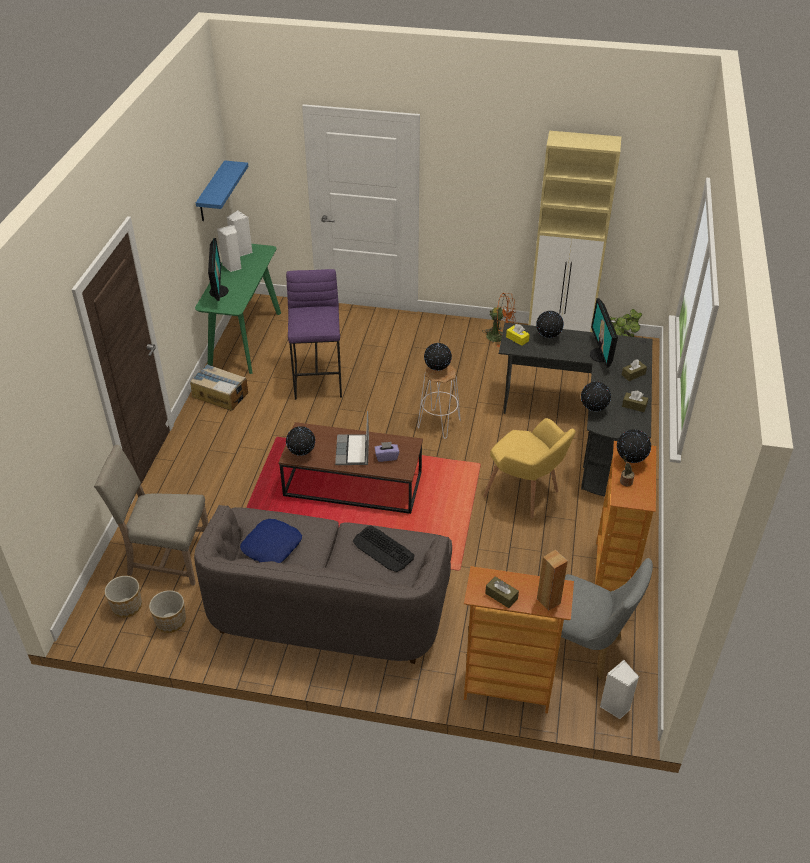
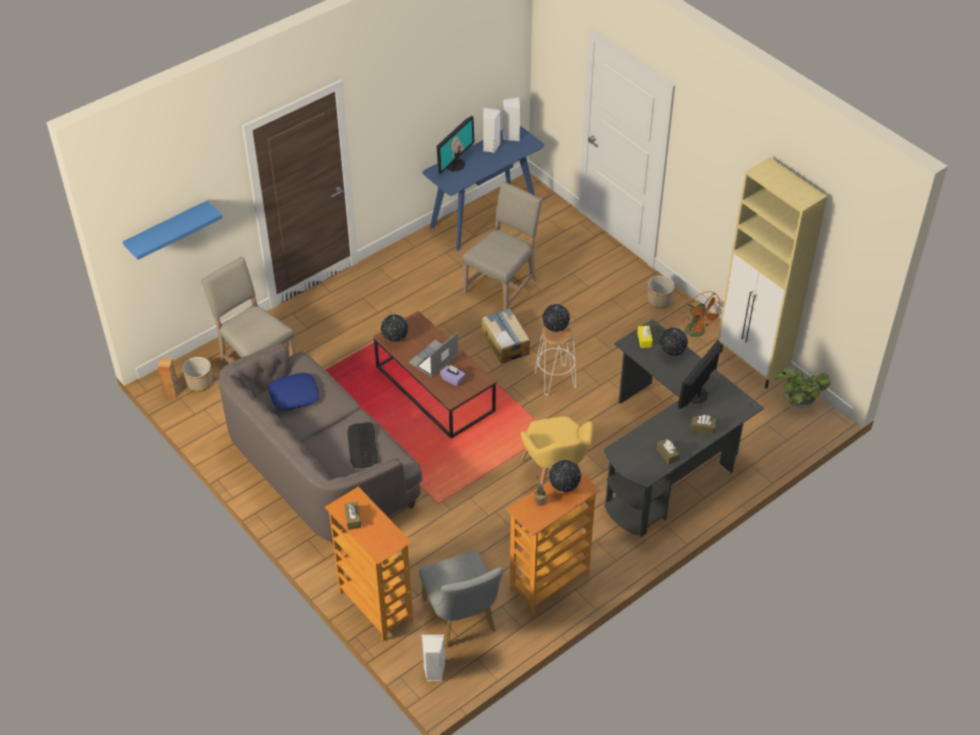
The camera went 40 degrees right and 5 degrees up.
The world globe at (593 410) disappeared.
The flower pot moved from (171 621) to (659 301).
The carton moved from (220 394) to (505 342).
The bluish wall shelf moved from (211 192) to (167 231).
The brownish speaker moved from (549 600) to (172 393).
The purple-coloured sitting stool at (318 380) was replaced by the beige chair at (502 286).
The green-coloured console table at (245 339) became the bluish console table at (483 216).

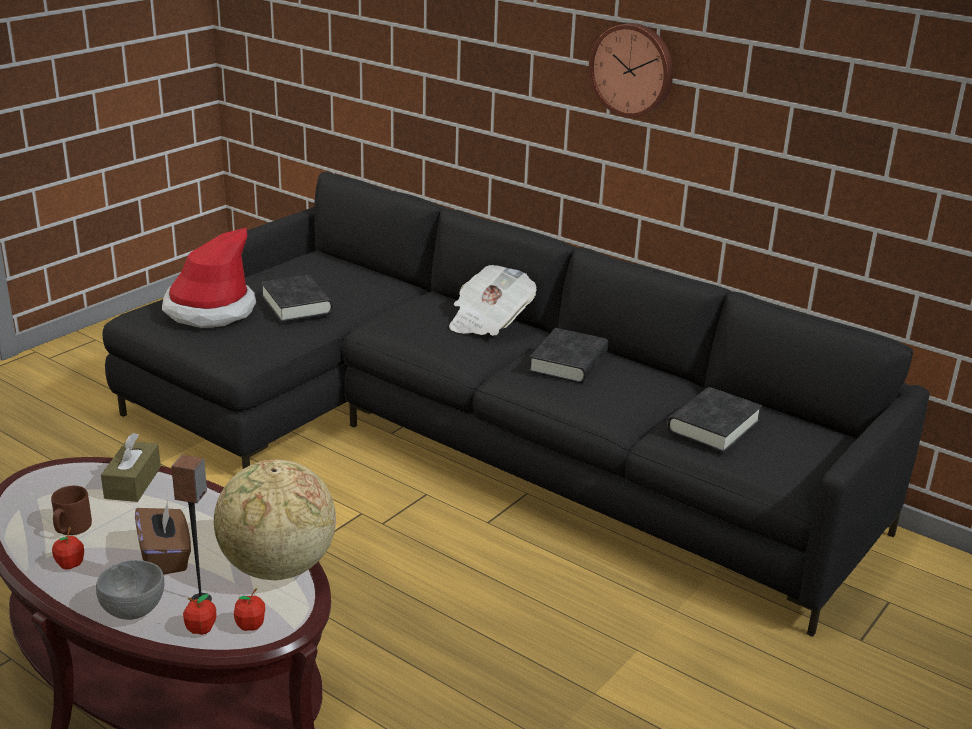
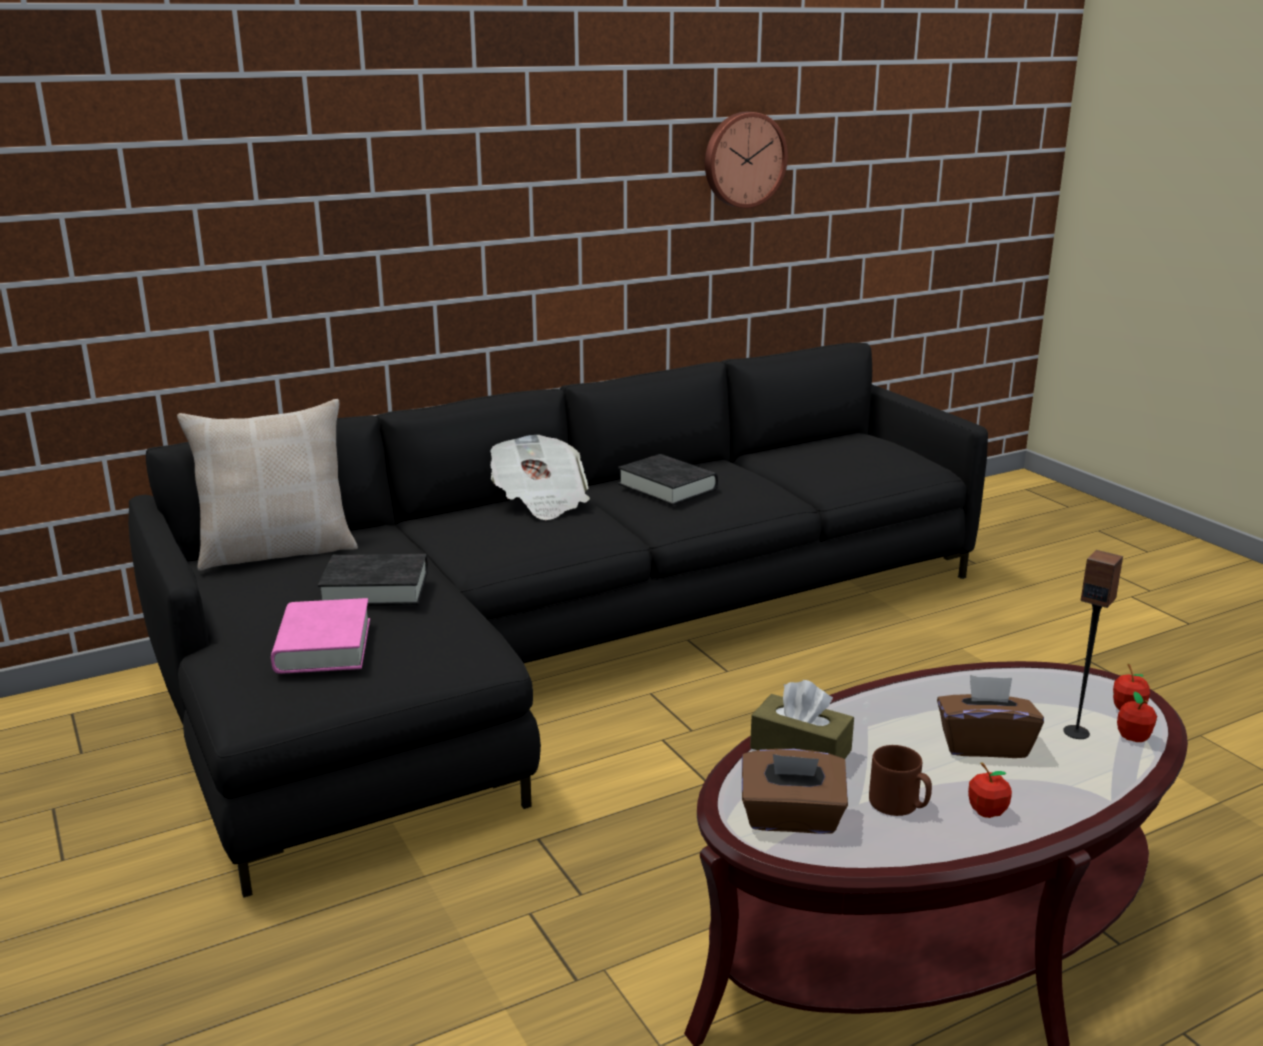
The camera went 65 degrees left and 5 degrees down.
The grey deep dish at (132 611) disappeared.
The world globe at (277 568) disappeared.
The blackish bound book at (713 426) disappeared.
The beige cushion at (277 551) appeared.
The brownish tissue box at (791 819) appeared.
The wall clock moved from (633 69) to (743 159).
The hat at (210 310) was replaced by the pink bound book at (323 646).

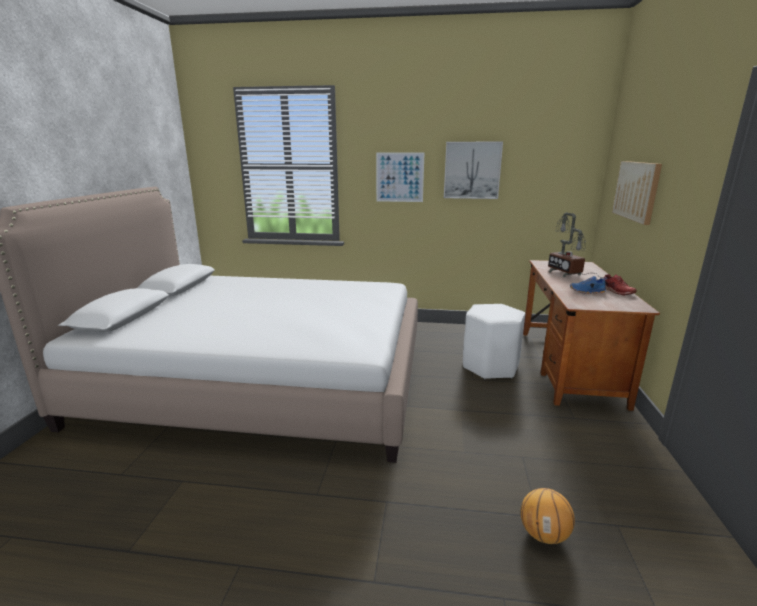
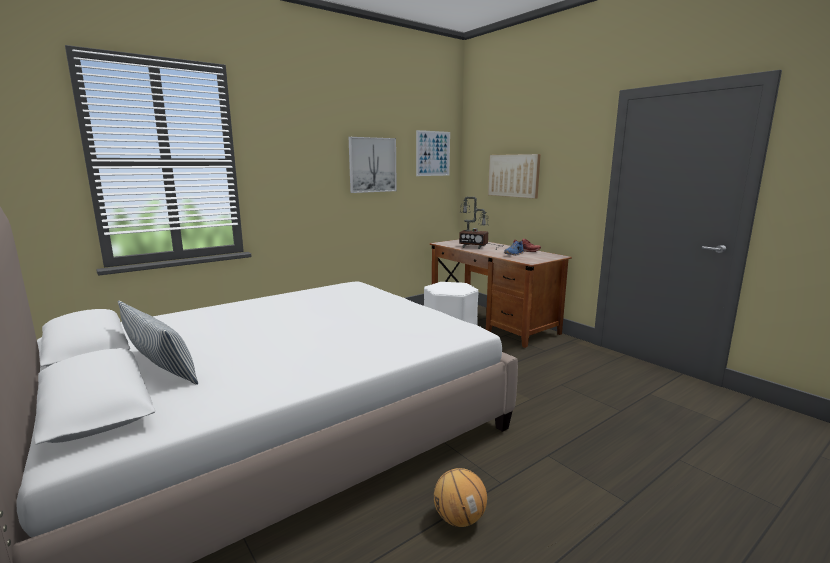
The camera went 45 degrees left and 5 degrees down.
The cushion at (160 367) appeared.
The wall picture moved from (399 177) to (433 153).
The ball for basketball moved from (543 534) to (459 518).

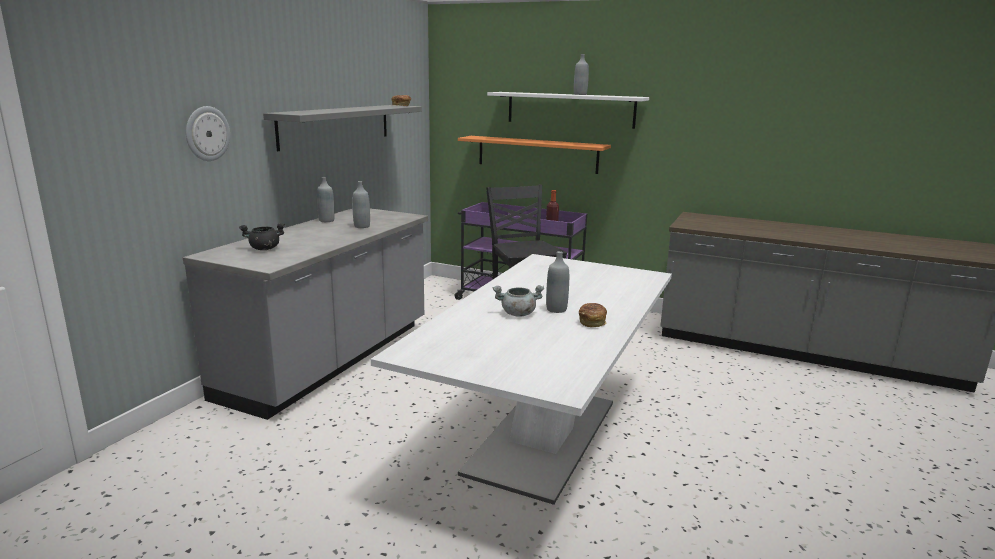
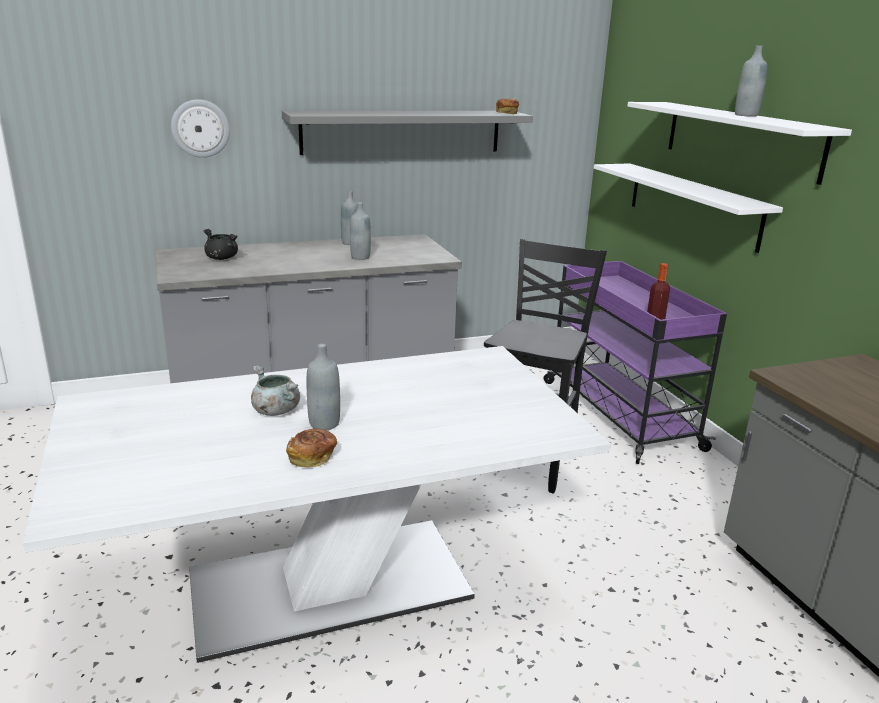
The camera went 45 degrees right and 5 degrees up.
The orangey wall shelf at (537 154) became the white-coloured wall shelf at (692 204).

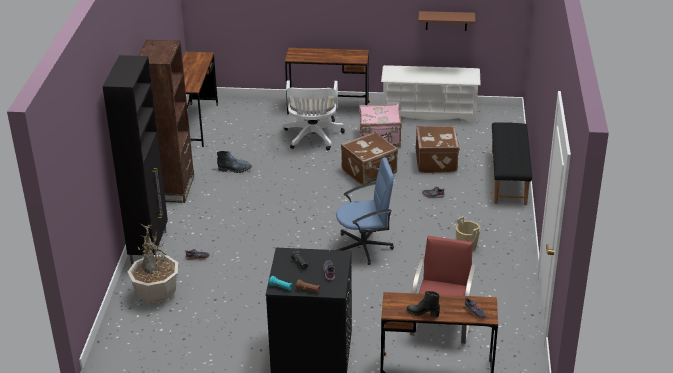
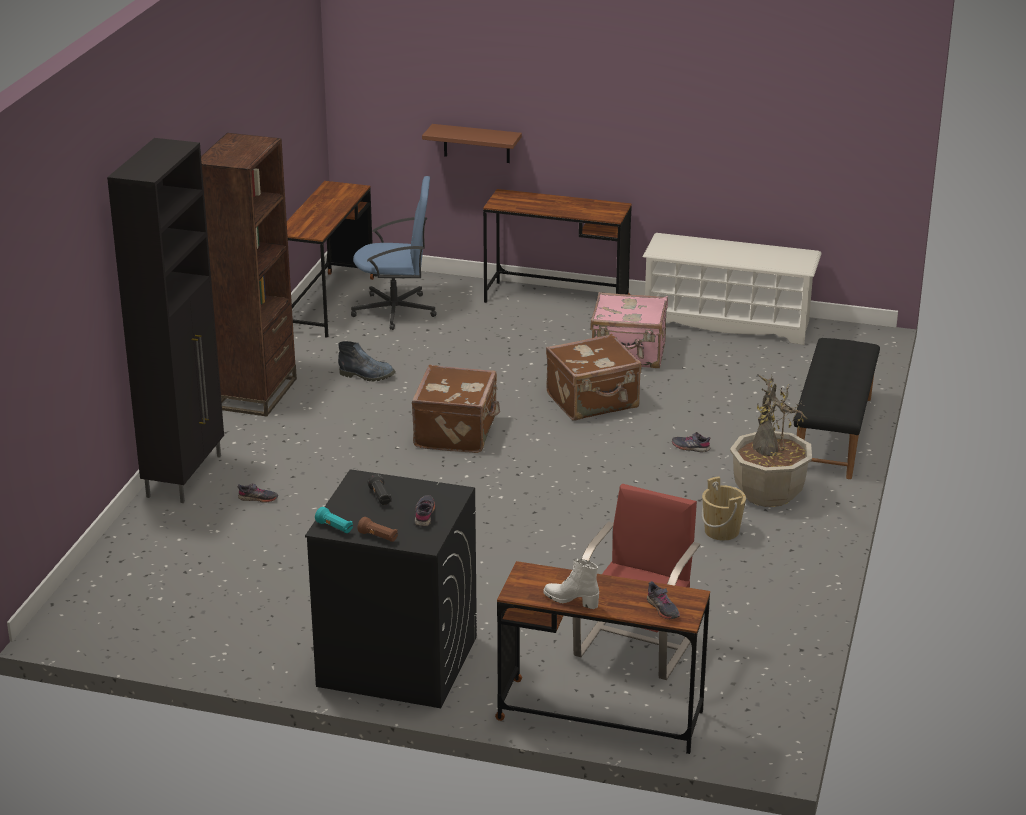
The camera went 10 degrees right and 5 degrees down.
The white-coloured desk chair at (313 138) disappeared.
The potted plant moved from (157 294) to (769 494).
The bluish desk chair moved from (364 247) to (396 311).
The brownish suitcase moved from (437 161) to (457 432).
The brownish wall shelf moved from (446 20) to (476 143).
The blackish high-top boot at (422 313) became the white-coloured high-top boot at (571 600).

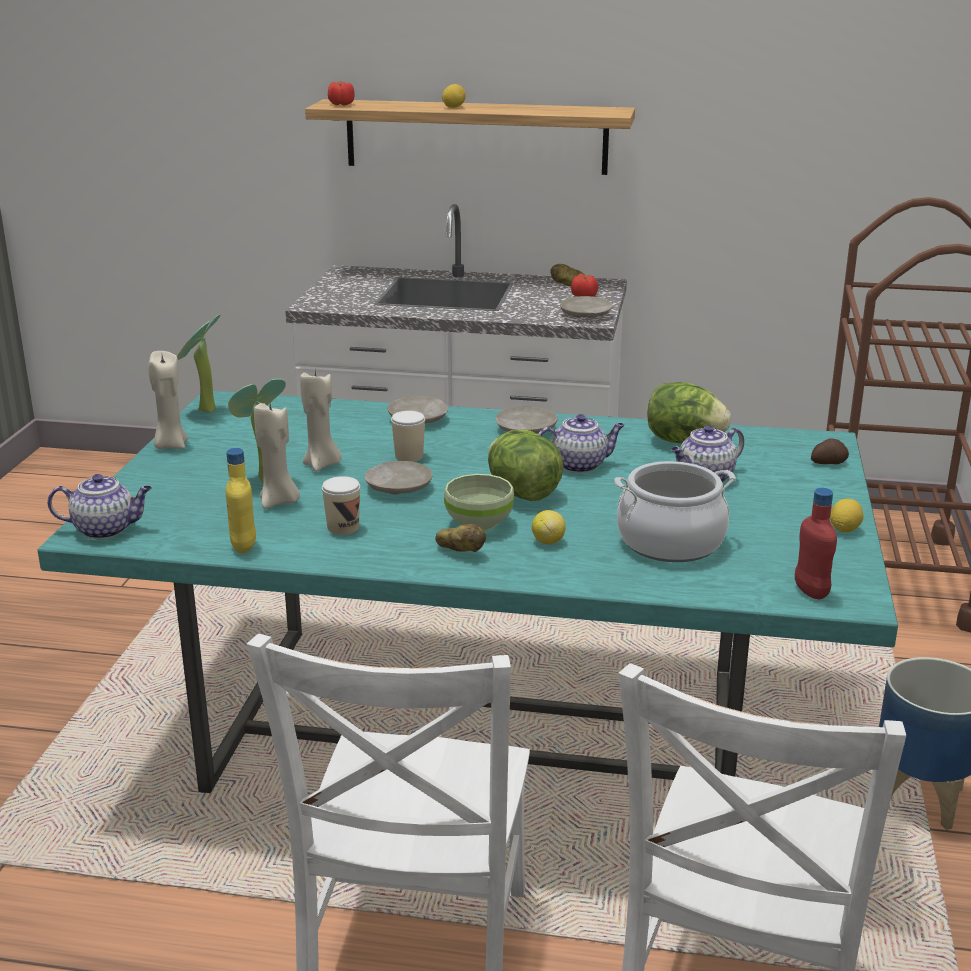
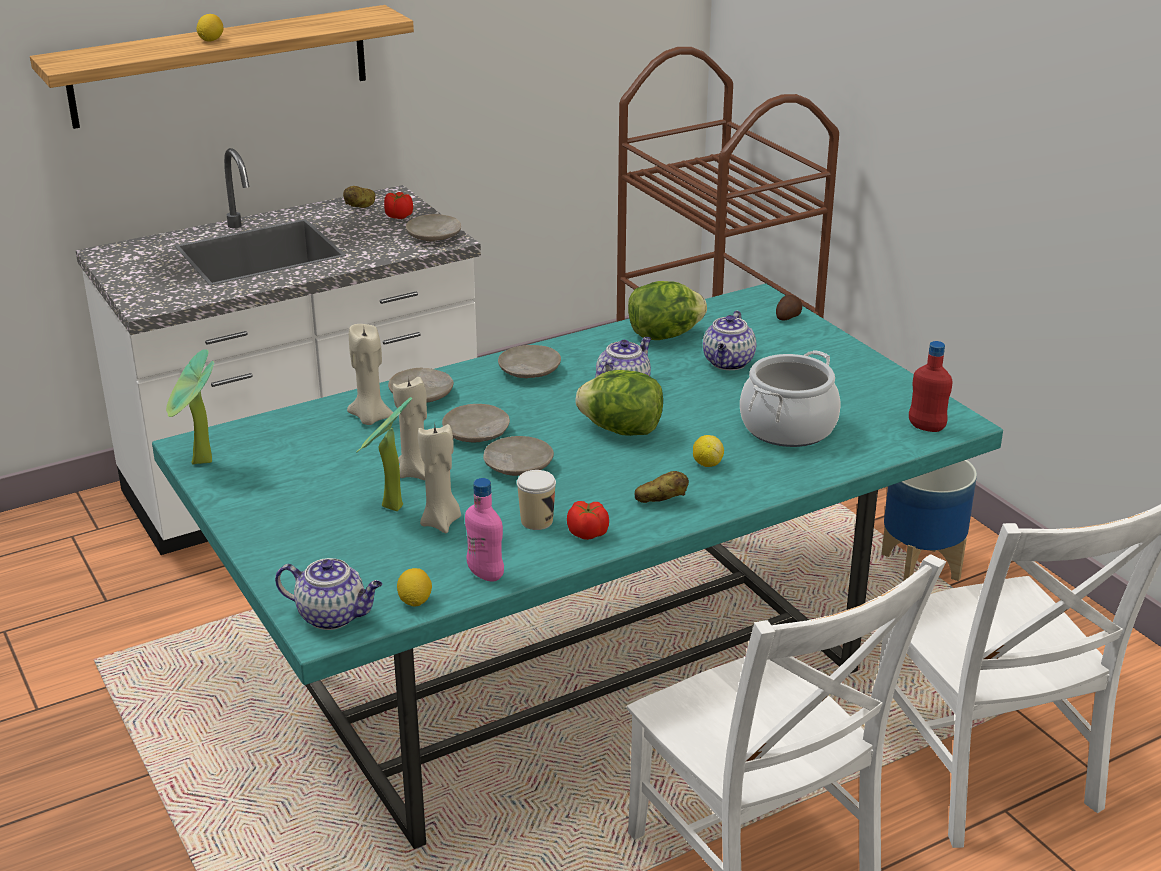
The camera went 40 degrees left and 5 degrees up.
The green-coloured deep dish at (479 523) disappeared.
The beige wax light moved from (171 445) to (370 418).
The whole tomato moved from (341 104) to (588 533).
The whole lemon moved from (844 530) to (415 601).
The cup at (409 456) was replaced by the beige flat dish at (476 434).
The yellow drink bottle at (243 546) became the pink drink bottle at (485 574).
The pot for tea at (106 529) turned 60 degrees clockwise.

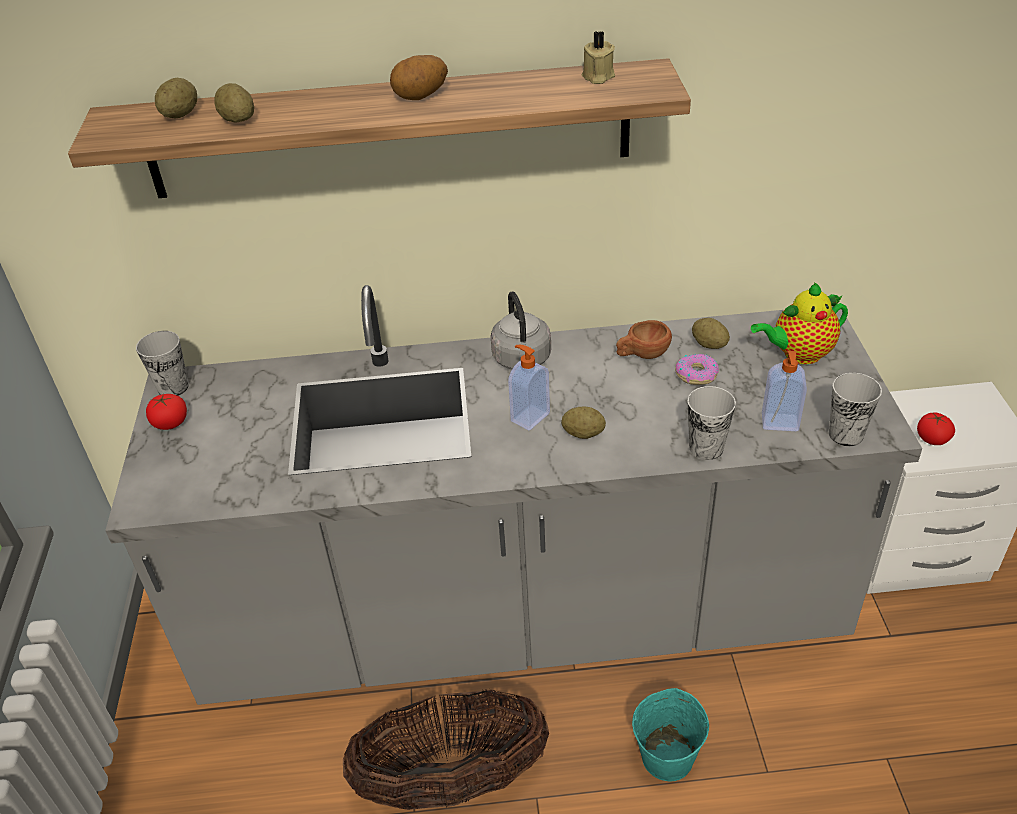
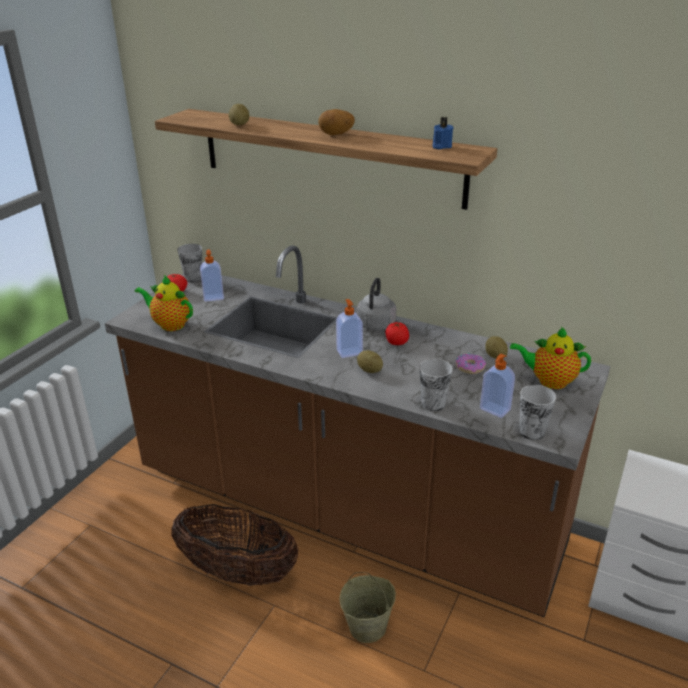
The camera went 30 degrees right and 10 degrees down.
The spud at (181 115) disappeared.
The brownish cup at (642 355) disappeared.
The pot for tea at (170 324) appeared.
The soap dispenser at (213 297) appeared.
The whole tomato moved from (932 439) to (396 342).
The grey counter at (522 621) became the brownish counter at (345 511).
The beige wax light at (597 77) became the bluish wax light at (441 146).
The blue-green water bucket at (667 756) became the beige water bucket at (368 626).

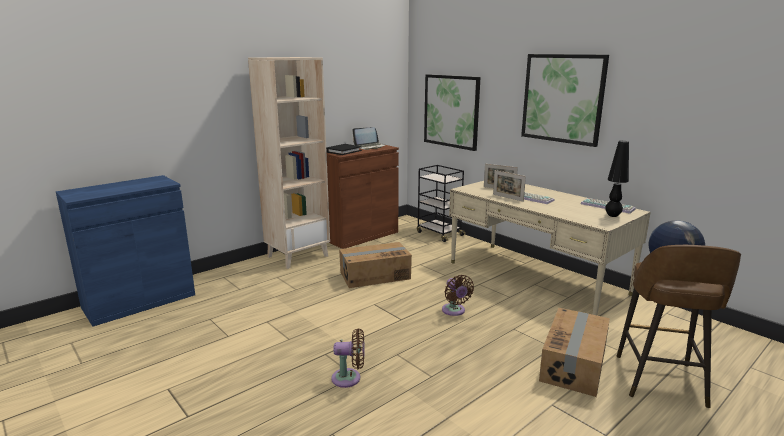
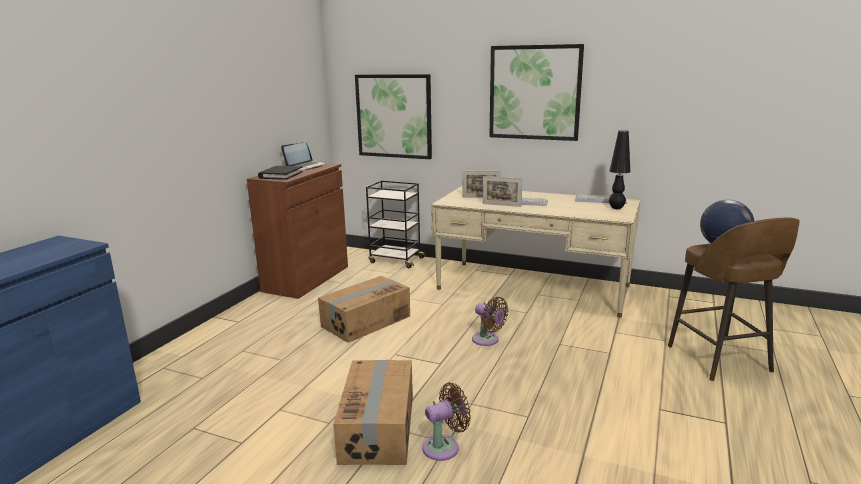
The camera went 25 degrees left and 0 degrees up.
The beige bookcase at (298 256) disappeared.
The carton moved from (574 364) to (379 427).

